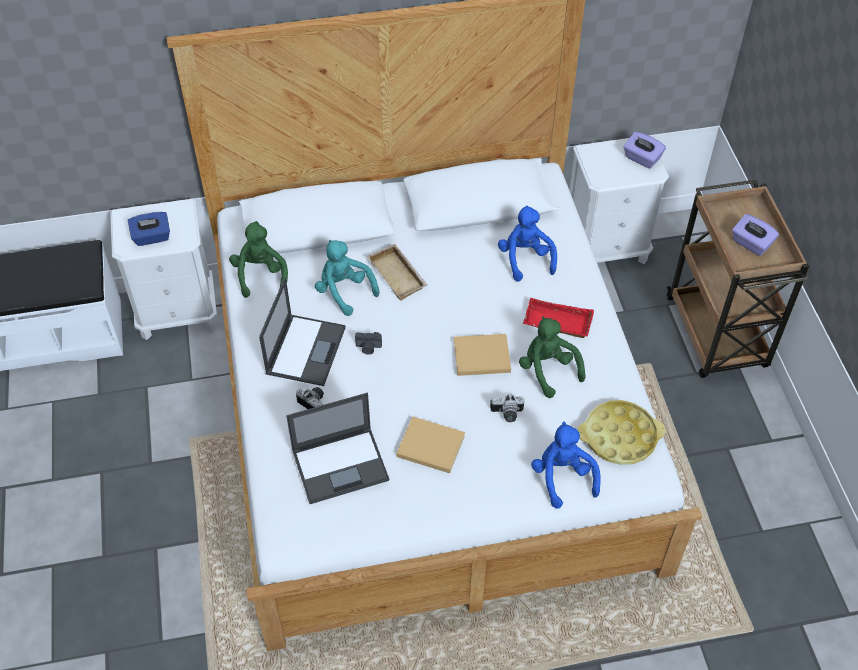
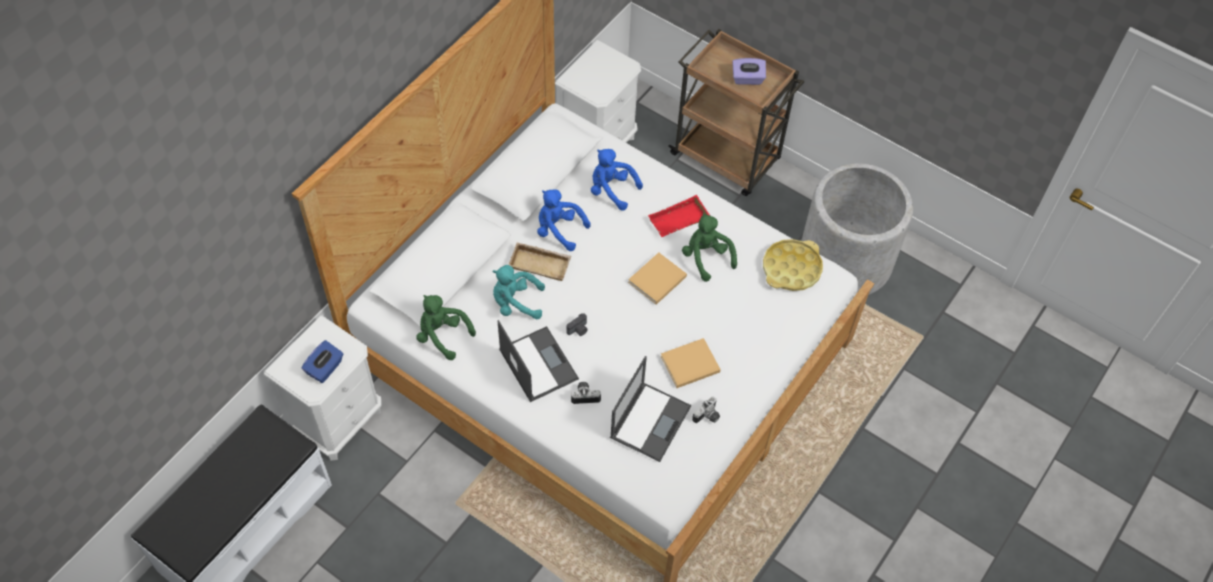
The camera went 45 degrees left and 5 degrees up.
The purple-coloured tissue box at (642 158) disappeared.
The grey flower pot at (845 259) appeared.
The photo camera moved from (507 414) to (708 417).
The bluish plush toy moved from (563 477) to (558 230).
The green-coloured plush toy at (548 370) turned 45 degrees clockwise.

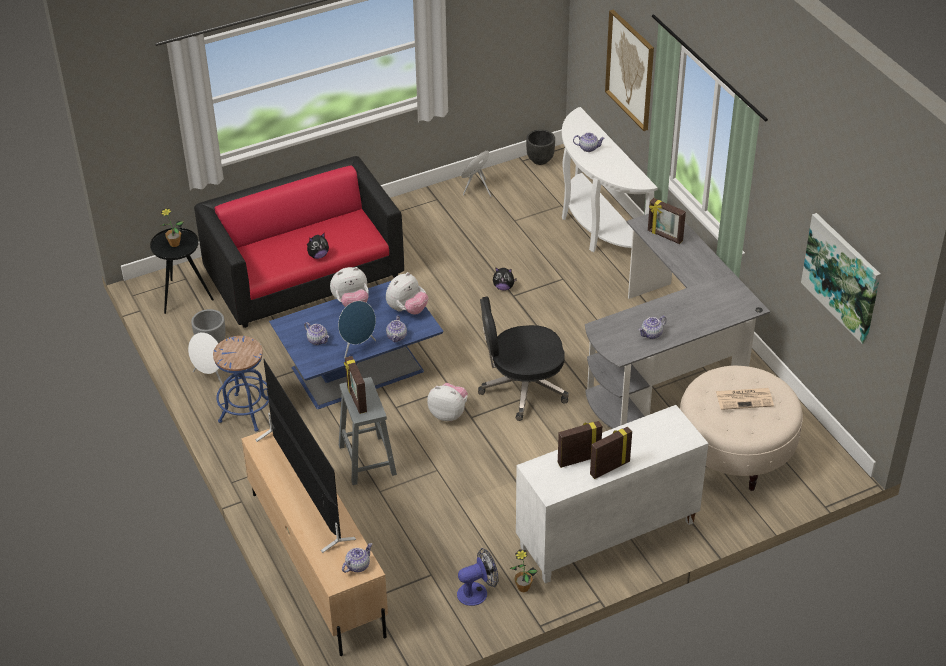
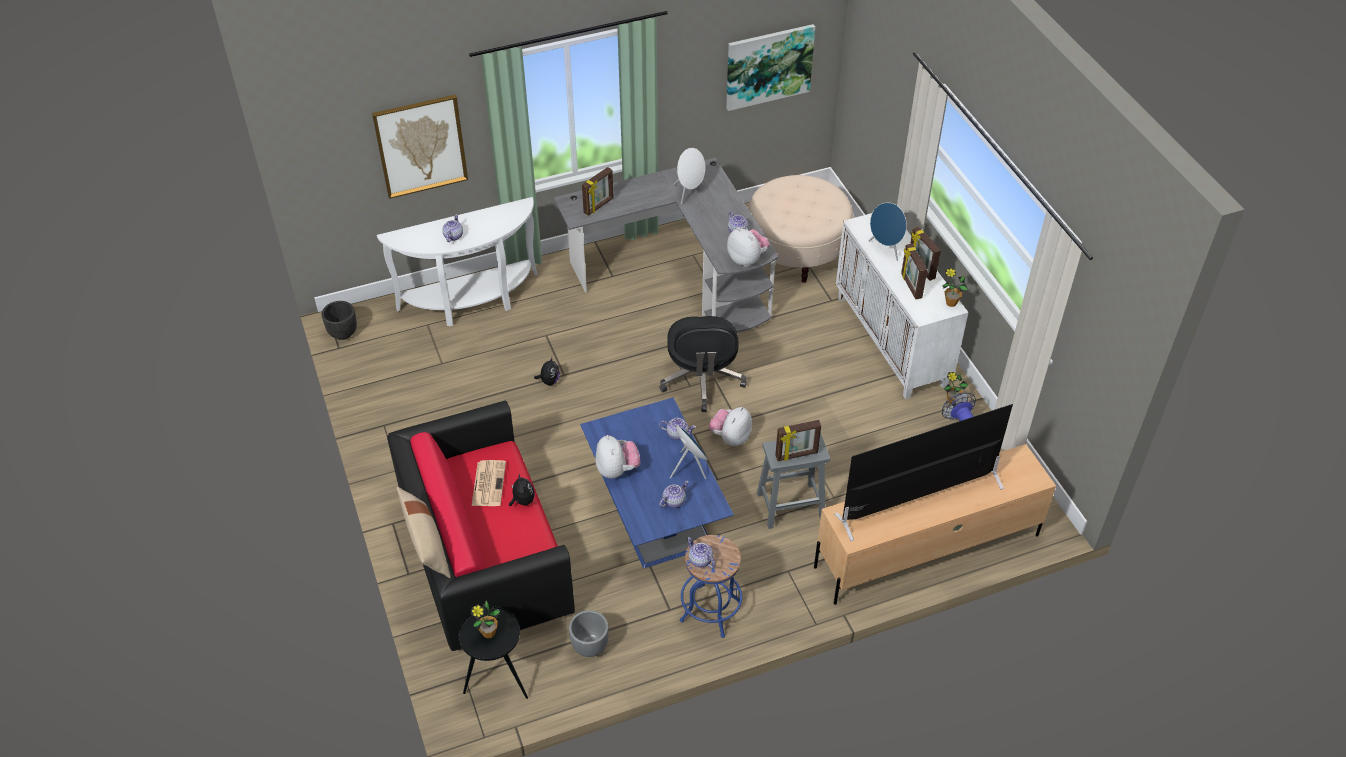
The camera went 85 degrees left and 5 degrees up.
The beige cushion at (426 543) appeared.
The potted plant at (951 303) appeared.
The white-coloured speaker moved from (210 376) to (689 193).
The pot for tea moved from (357 565) to (700 560).
The plush toy moved from (407 309) to (747 259).
The bluish speaker moved from (477 189) to (886 249).
The printed paper moved from (745 398) to (488 483).

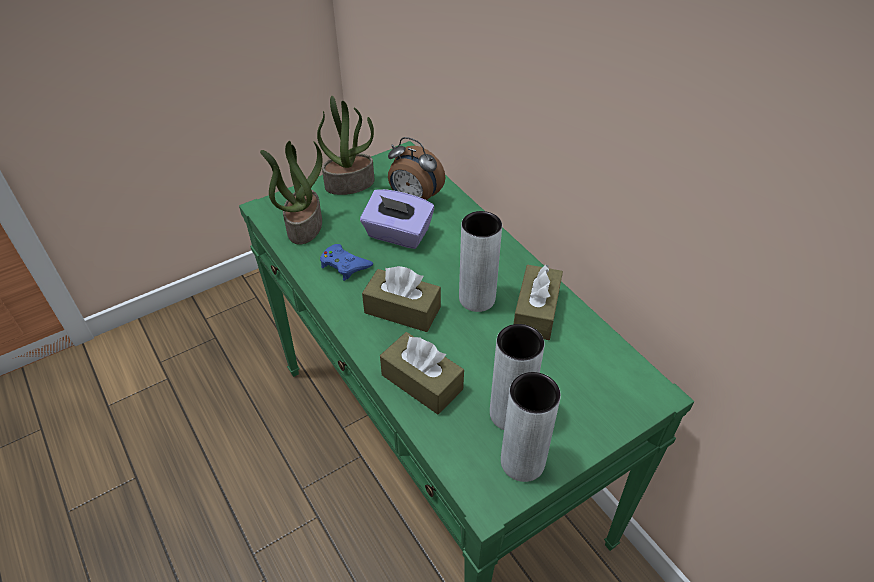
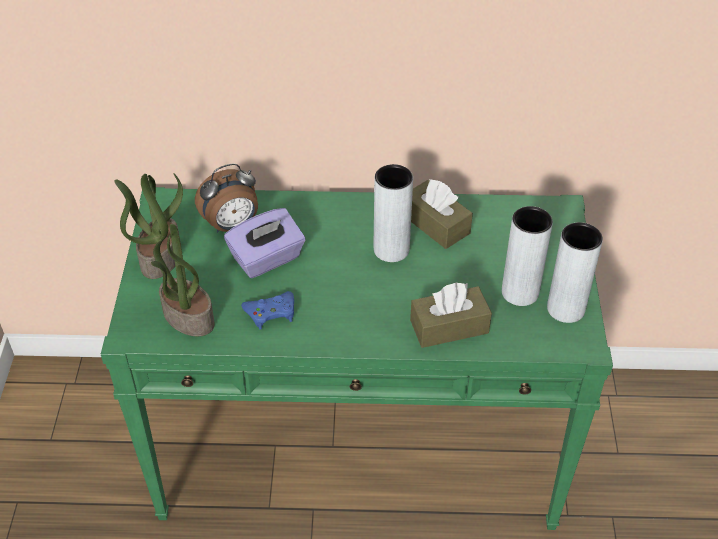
The camera went 55 degrees left and 0 degrees up.
The brownish tissue box at (402 310) disappeared.

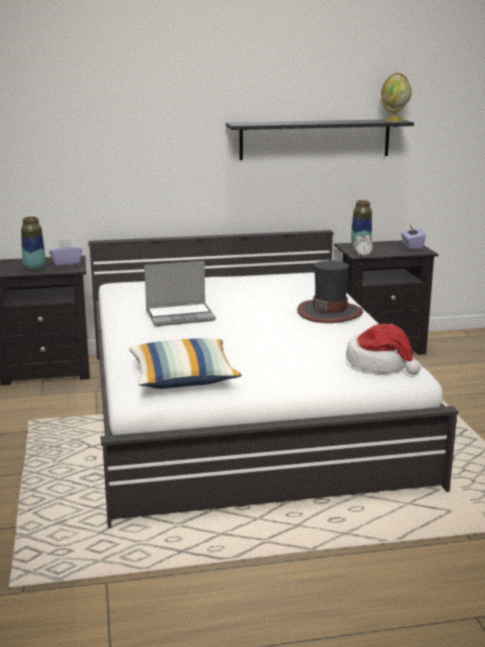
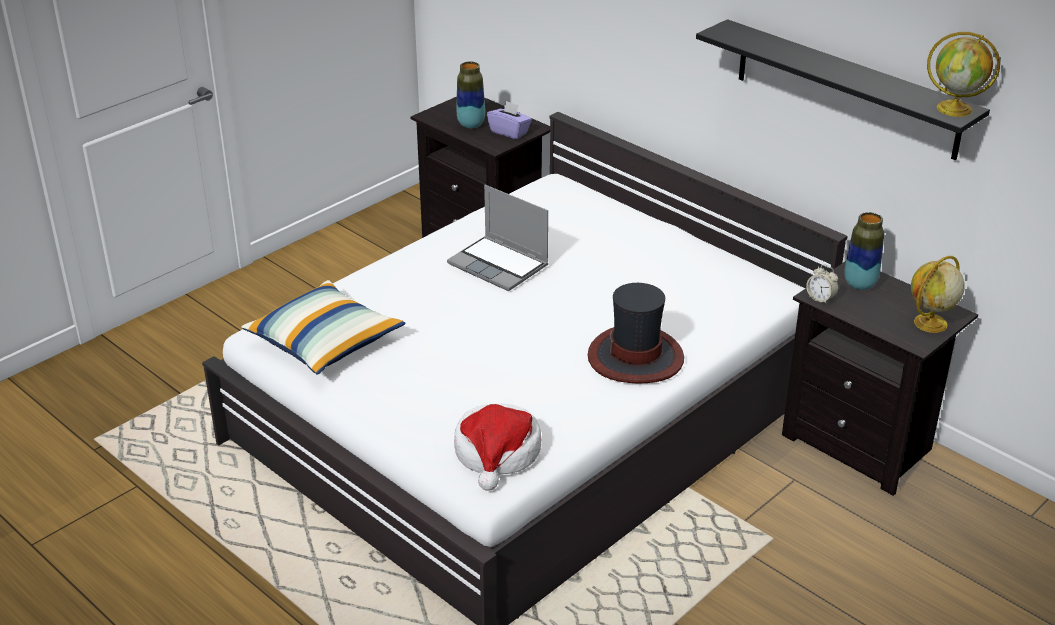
The camera went 55 degrees right and 15 degrees up.
The purple-coloured tissue box at (412 246) was replaced by the world globe at (930 324).

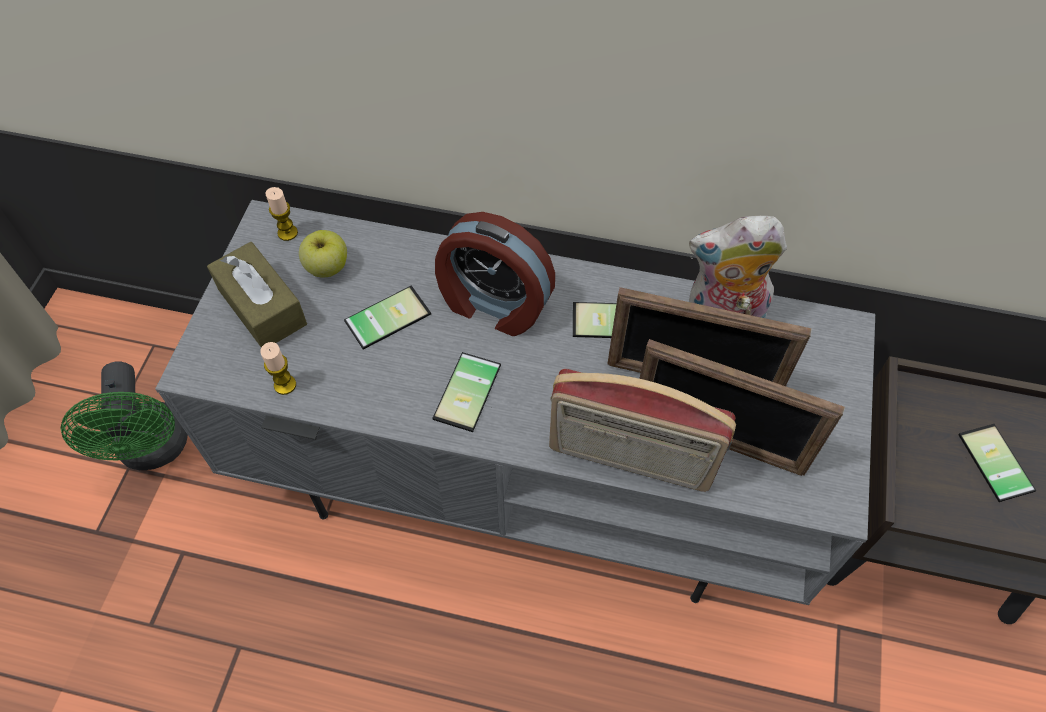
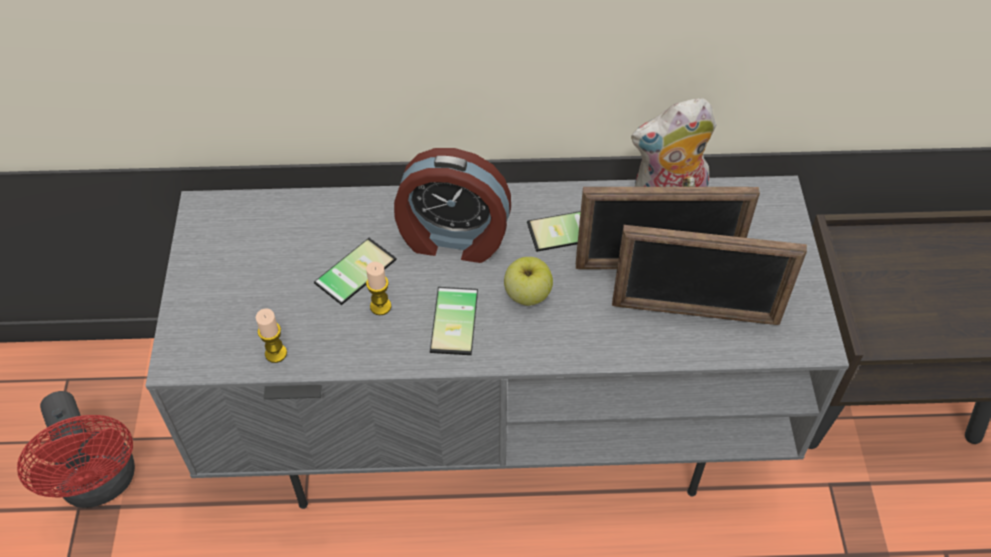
The camera went 15 degrees left and 5 degrees down.
The brownish tissue box at (262 307) disappeared.
The radio set at (630 460) disappeared.
The handset at (991 463) disappeared.
The wax light moved from (287 233) to (380 306).
The whole apple moved from (327 267) to (527 294).
The green-coloured fan at (154 450) became the red-coloured fan at (101 484).

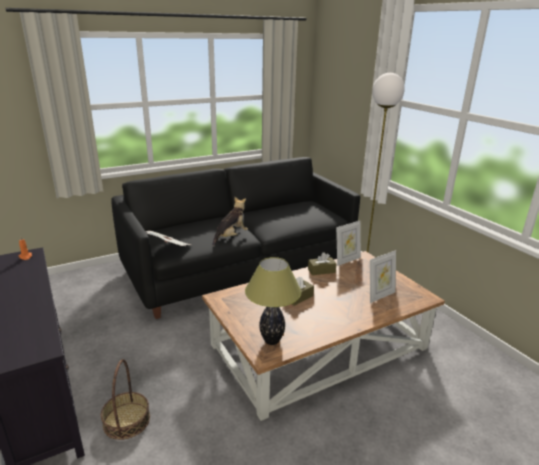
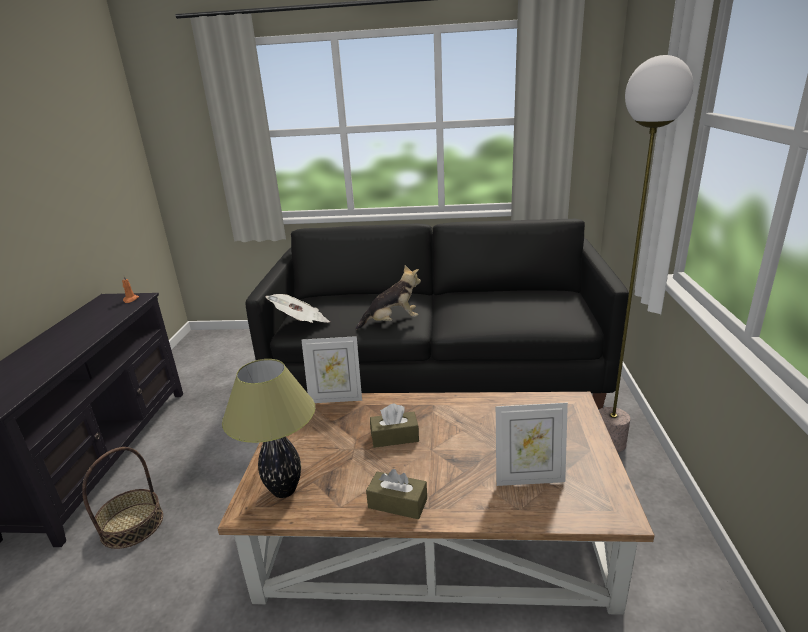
The camera went 35 degrees right and 0 degrees up.
The brownish tissue box moved from (321 270) to (397 503).
The picture frame moved from (347 260) to (336 398).

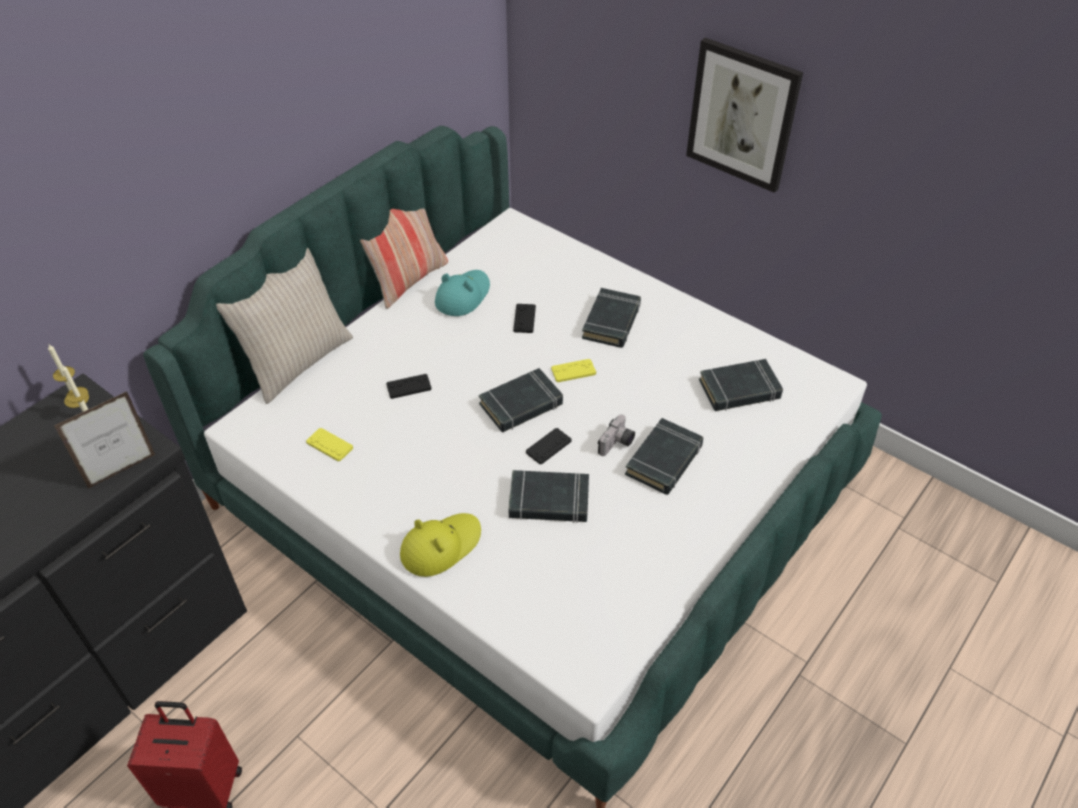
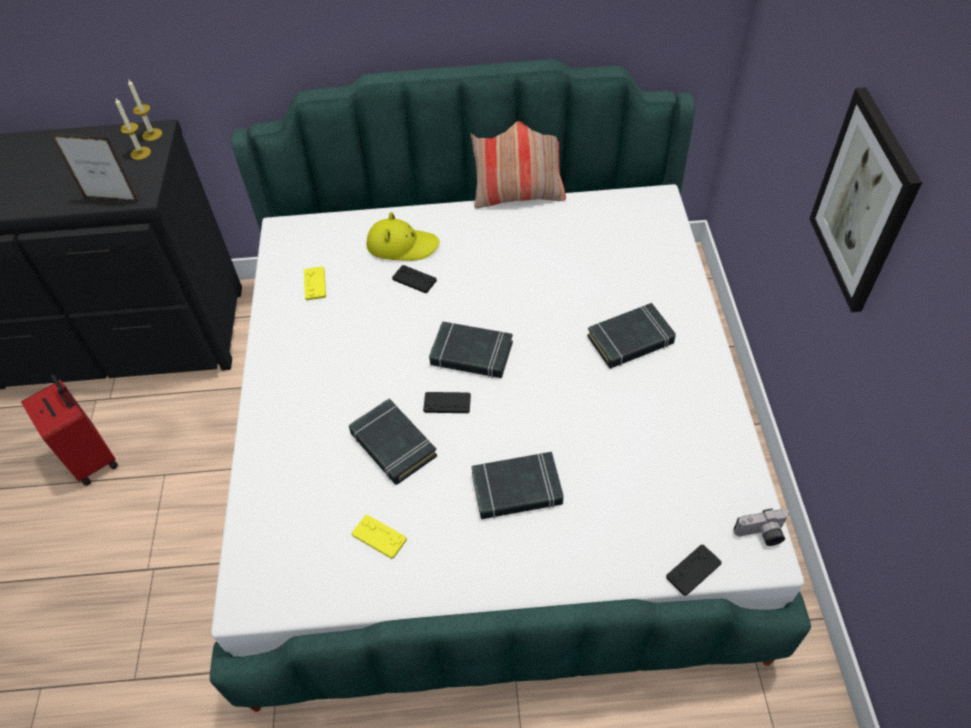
The camera went 50 degrees right and 5 degrees up.
The beige cushion at (297 361) disappeared.
The blue-green hat at (463 296) disappeared.
The blackish bound book at (739 390) disappeared.
The yellow hat moved from (440 546) to (402 245).
The blackish gamepad moved from (524 319) to (693 570).
The yellow gamepad moved from (573 371) to (379 537).
The photo camera moved from (617 444) to (761 535).

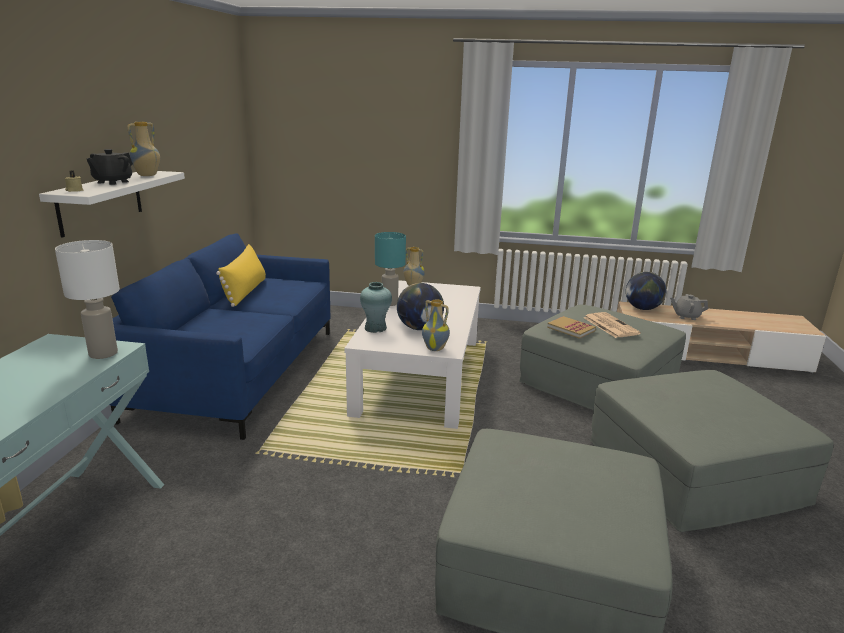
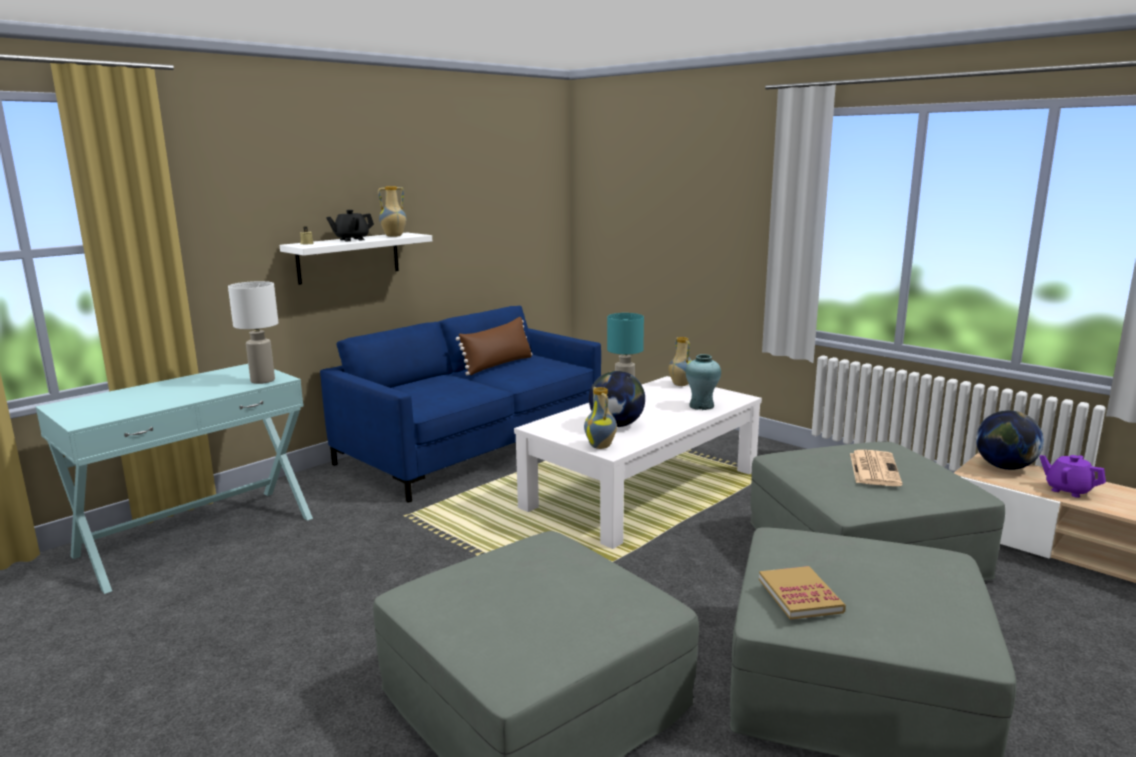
The camera went 35 degrees right and 5 degrees down.
The blue-green flower vase moved from (375 328) to (701 406).
The bound book moved from (571 329) to (800 595).
The yellow cushion at (245 292) became the brownish cushion at (498 365).
The grey pot for tea at (686 316) became the purple-coloured pot for tea at (1068 490).

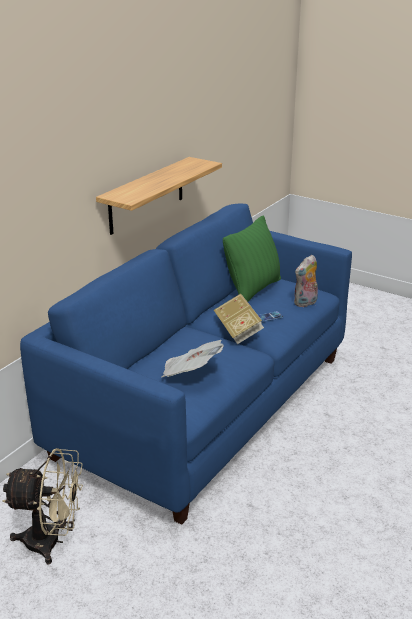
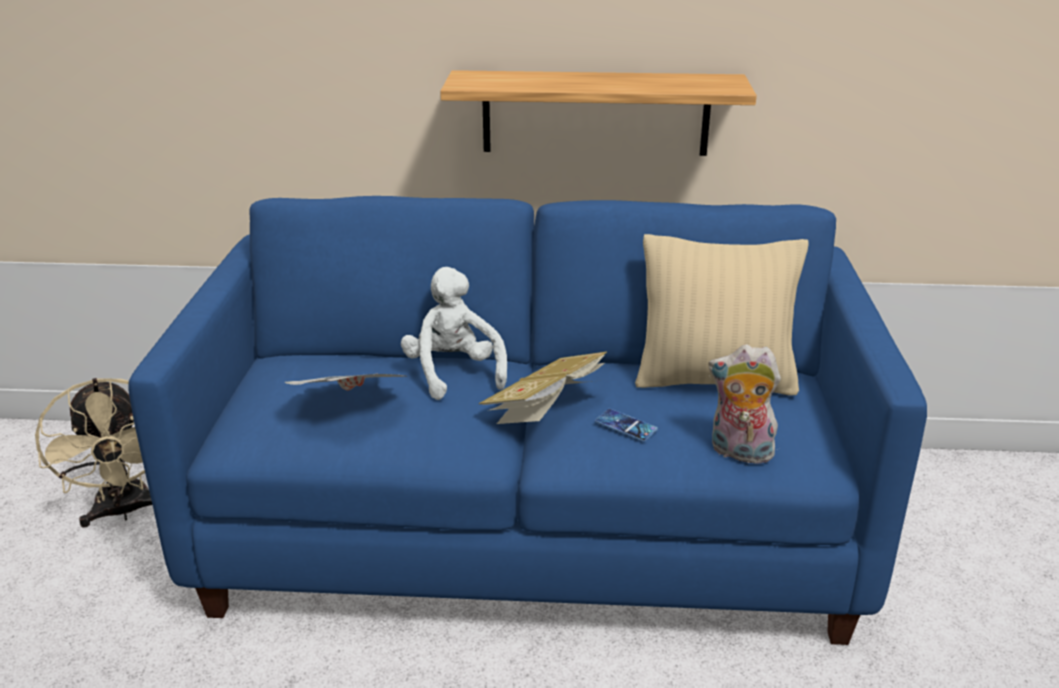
The camera went 60 degrees right and 0 degrees up.
The white-coloured plush toy at (453 373) appeared.
The green-coloured cushion at (253 289) became the beige cushion at (714 380).

